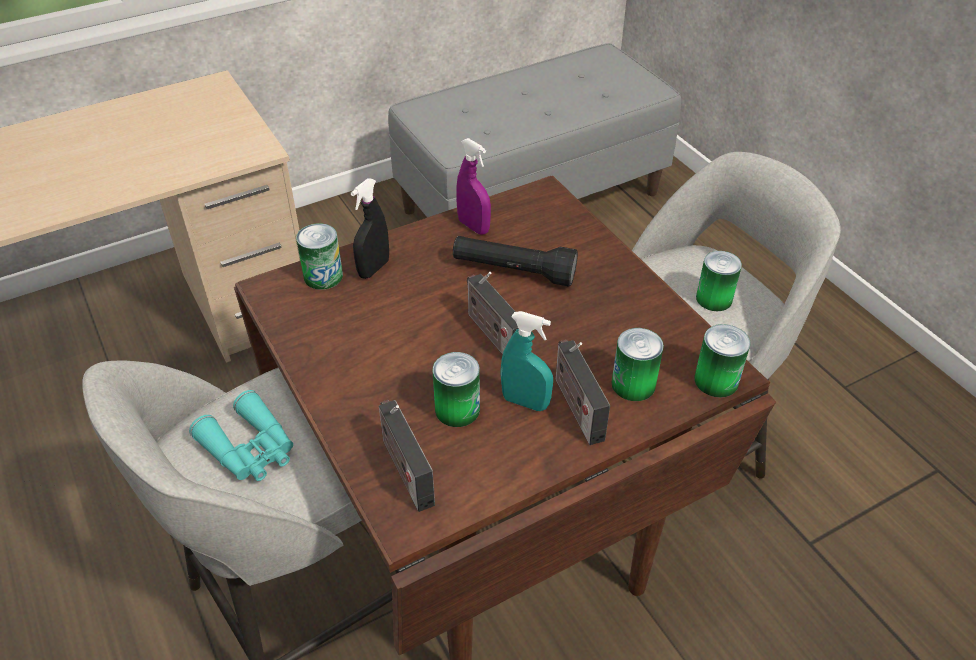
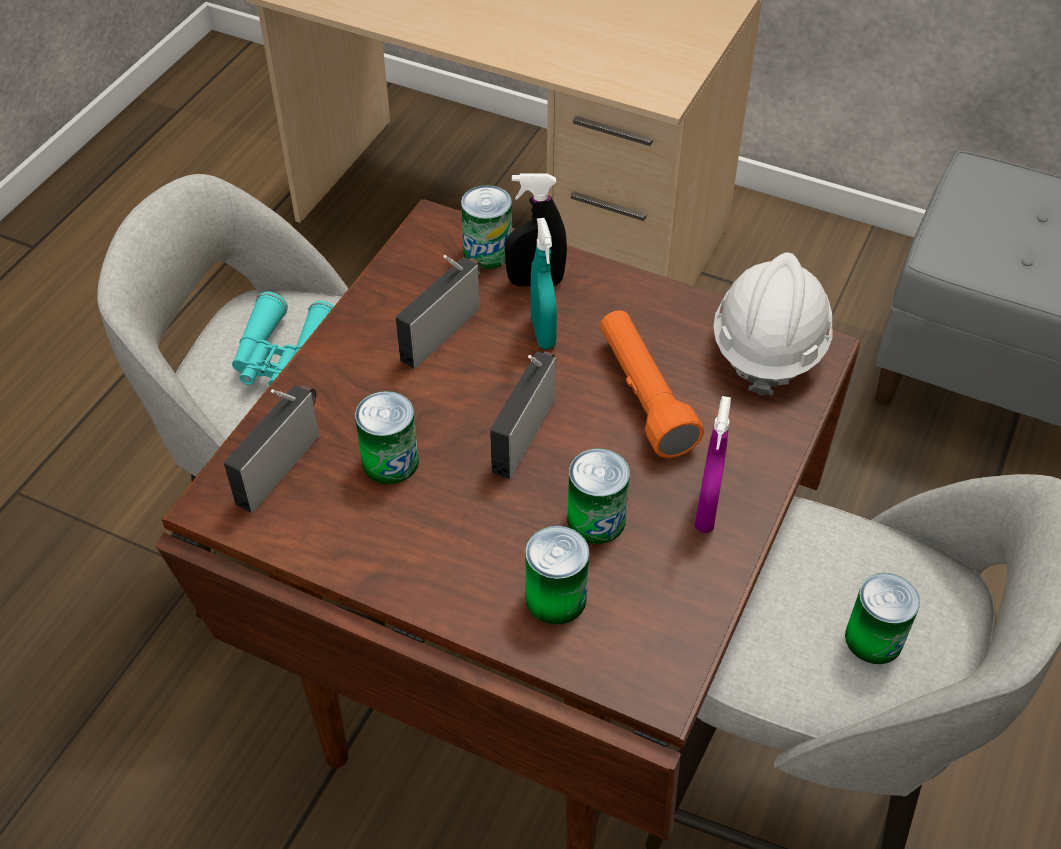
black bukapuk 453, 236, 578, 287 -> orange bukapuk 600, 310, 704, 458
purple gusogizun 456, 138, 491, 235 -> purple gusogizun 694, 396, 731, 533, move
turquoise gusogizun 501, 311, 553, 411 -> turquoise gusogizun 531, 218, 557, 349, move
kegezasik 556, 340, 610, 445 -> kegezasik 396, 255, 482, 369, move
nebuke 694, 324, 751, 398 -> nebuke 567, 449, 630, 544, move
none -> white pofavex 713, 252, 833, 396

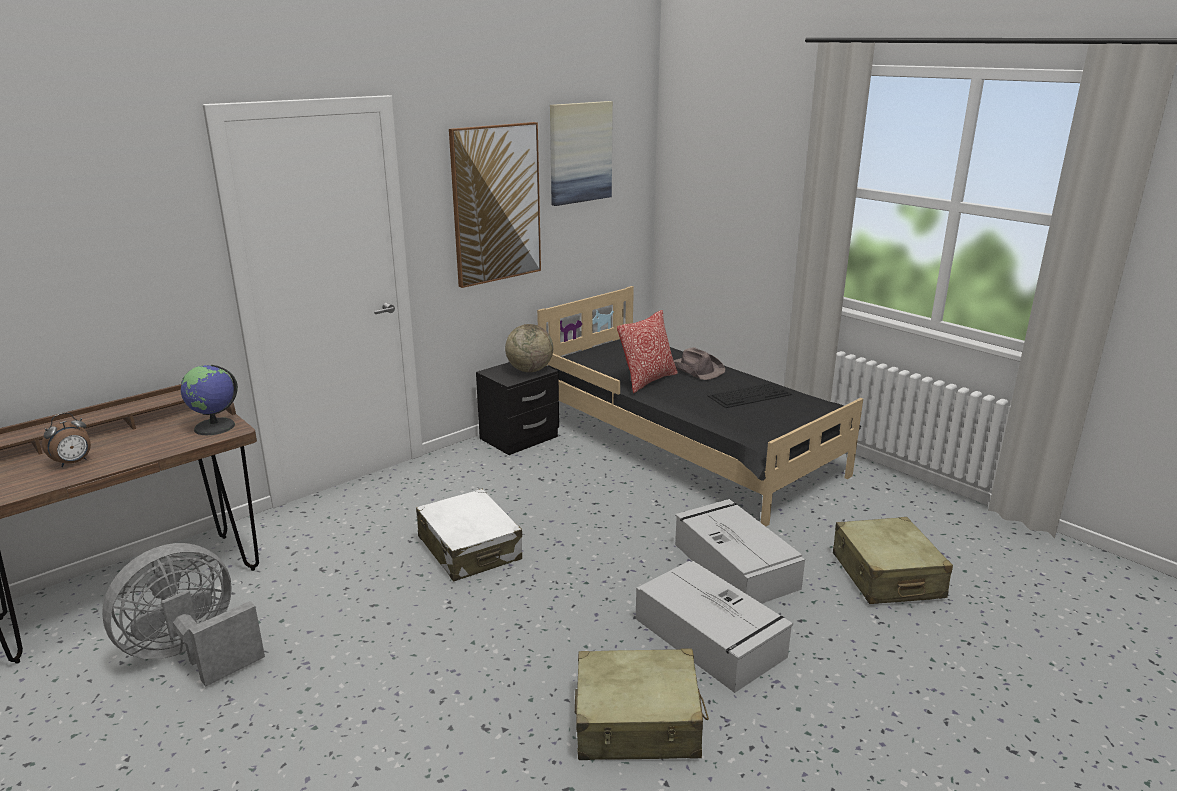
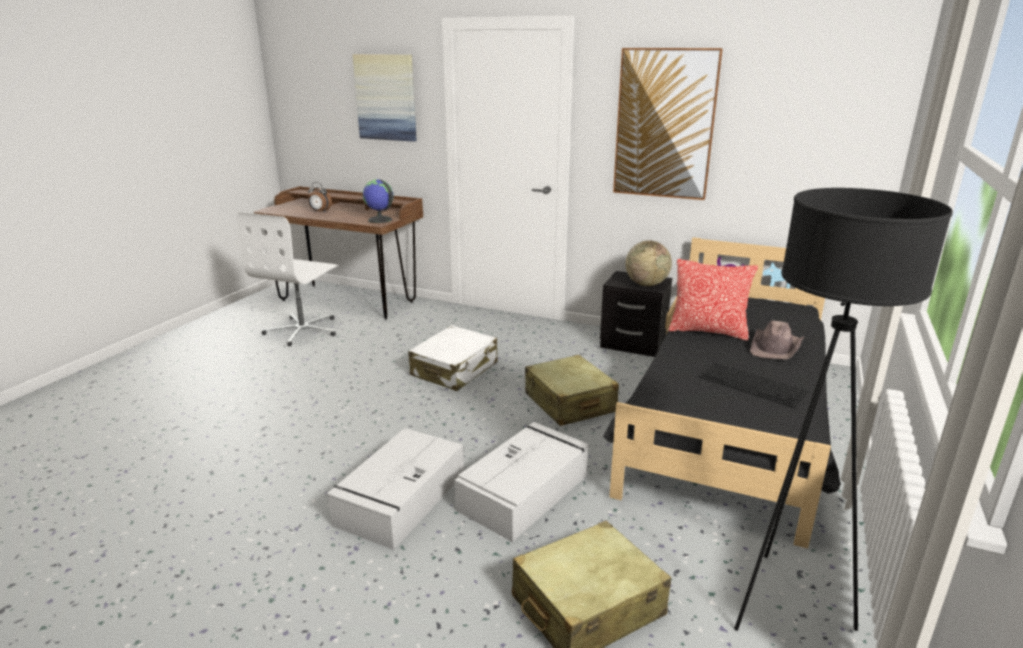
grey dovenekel 102, 543, 265, 687 -> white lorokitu 237, 212, 338, 346
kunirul 550, 101, 613, 206 -> kunirul 353, 54, 417, 142, move
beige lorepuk 575, 649, 709, 760 -> beige lorepuk 525, 355, 619, 426, move
none -> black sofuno 734, 188, 953, 631

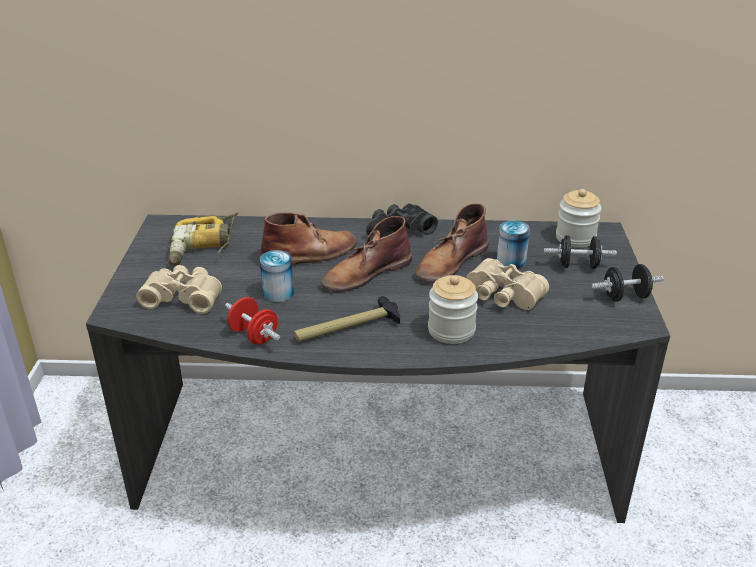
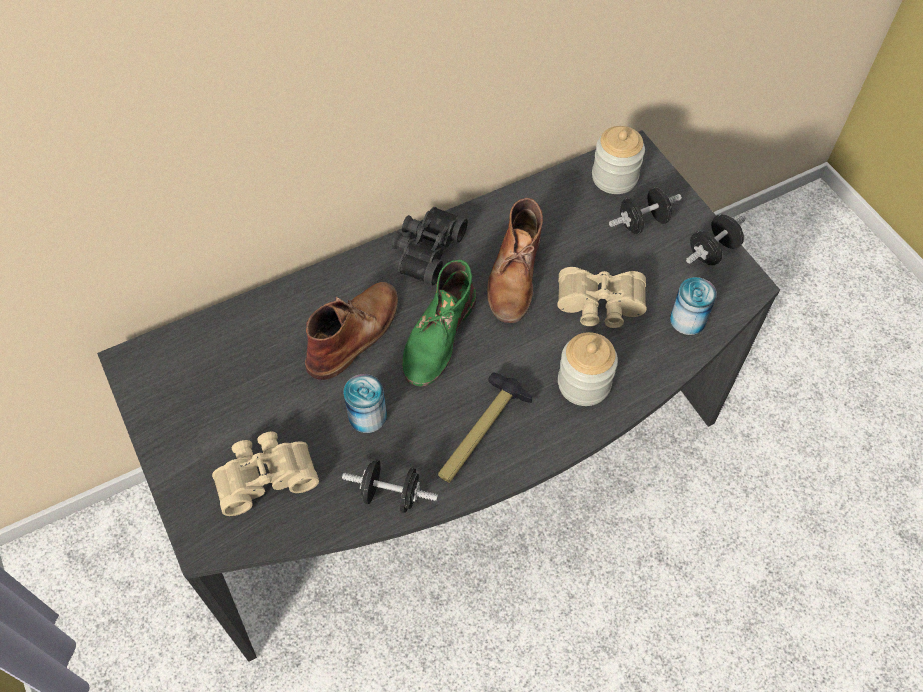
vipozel 168, 212, 238, 266 -> none
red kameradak 225, 297, 280, 345 -> black kameradak 342, 459, 438, 513
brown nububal 321, 216, 412, 292 -> green nububal 402, 260, 476, 387
nebuke 497, 221, 530, 269 -> nebuke 670, 277, 717, 335, move

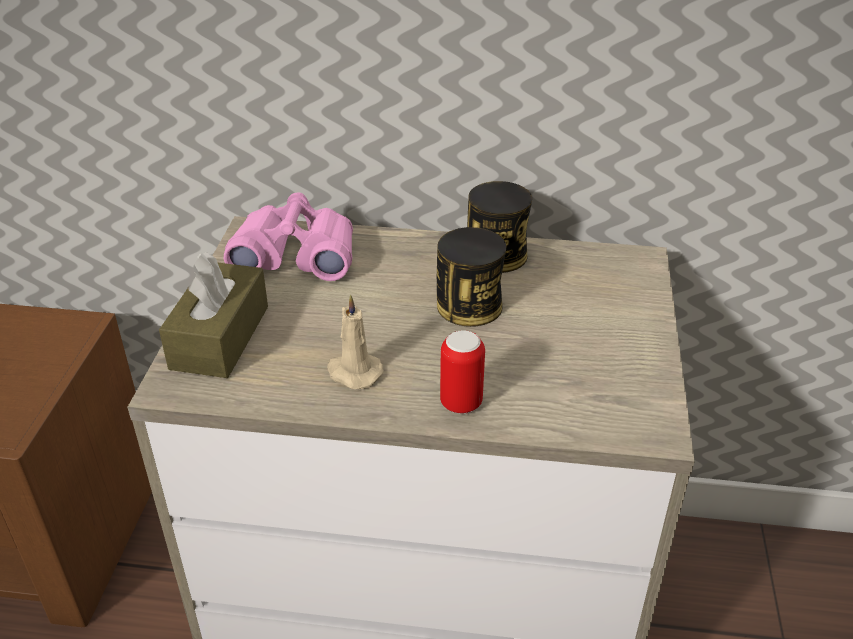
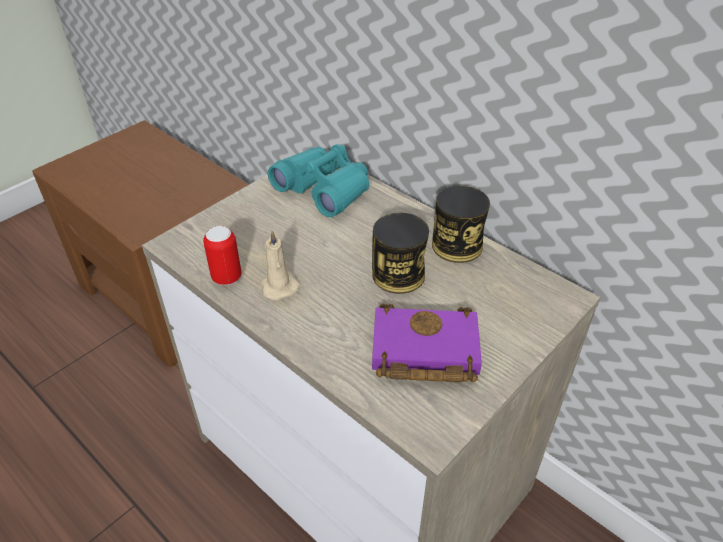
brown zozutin 159, 252, 268, 378 -> none
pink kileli 224, 192, 353, 281 -> turquoise kileli 268, 144, 369, 217
nebuke 440, 330, 485, 414 -> nebuke 203, 226, 241, 285, move
none -> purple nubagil 372, 303, 482, 383

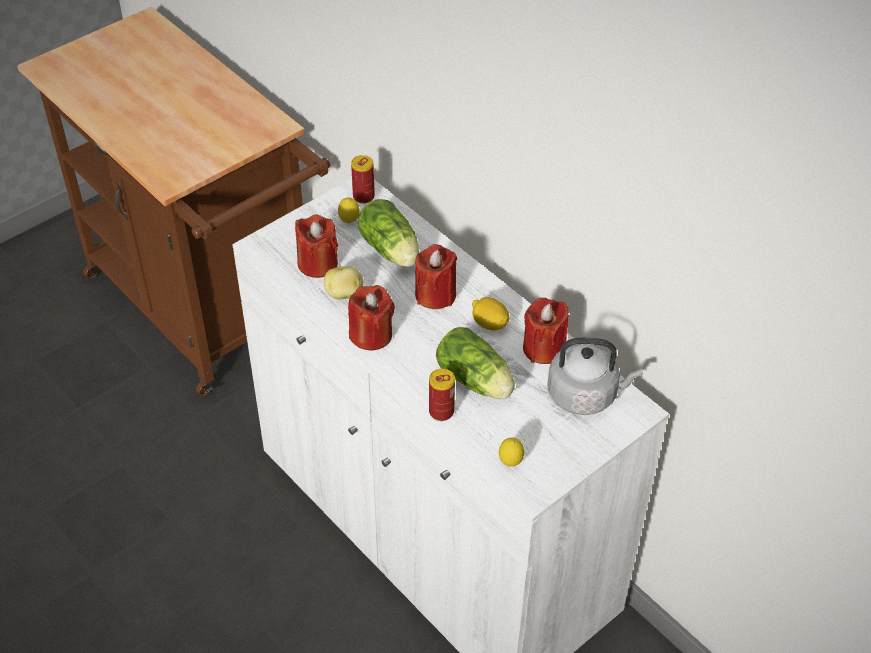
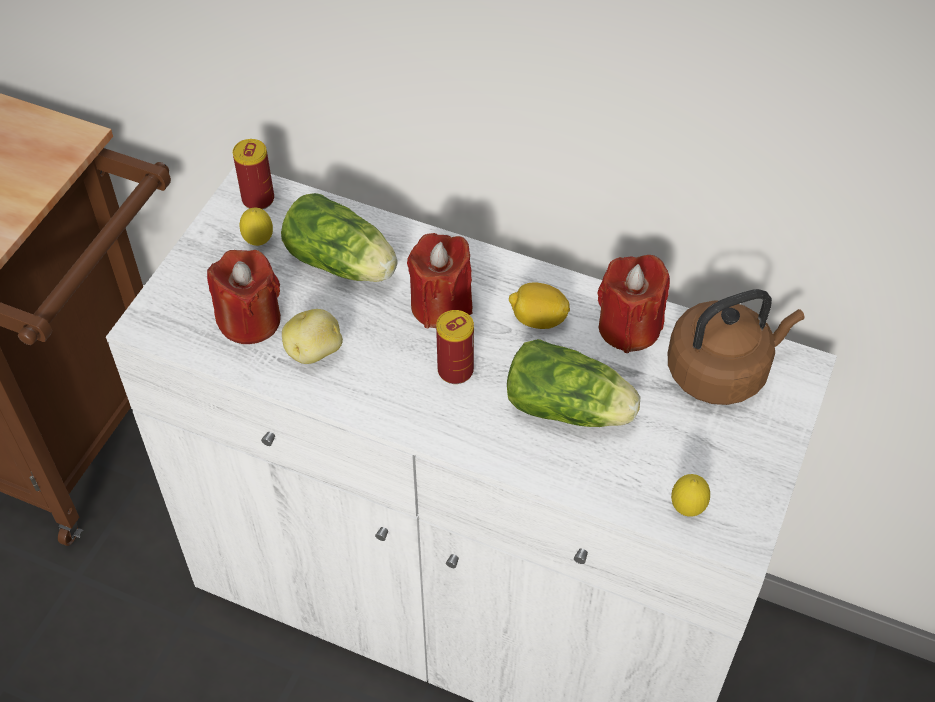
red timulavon 348, 285, 395, 351 -> none
nebuke 429, 369, 455, 421 -> nebuke 436, 310, 474, 384, move
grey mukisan 547, 338, 643, 415 -> brown mukisan 668, 289, 804, 405

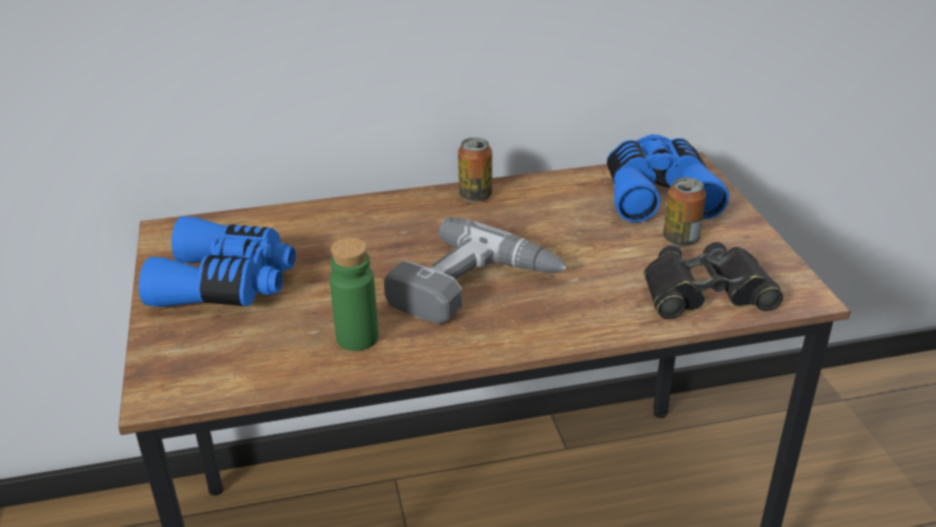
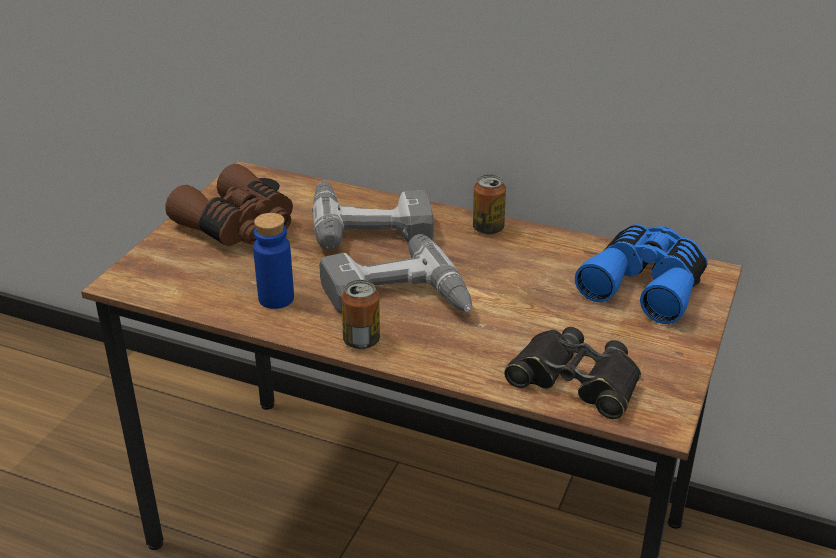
blue kileli 138, 216, 296, 307 -> brown kileli 165, 164, 293, 246
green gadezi 330, 238, 378, 351 -> blue gadezi 253, 213, 294, 309
nebuke 663, 177, 706, 246 -> nebuke 341, 280, 380, 349, move
none -> vipozel 312, 181, 434, 250

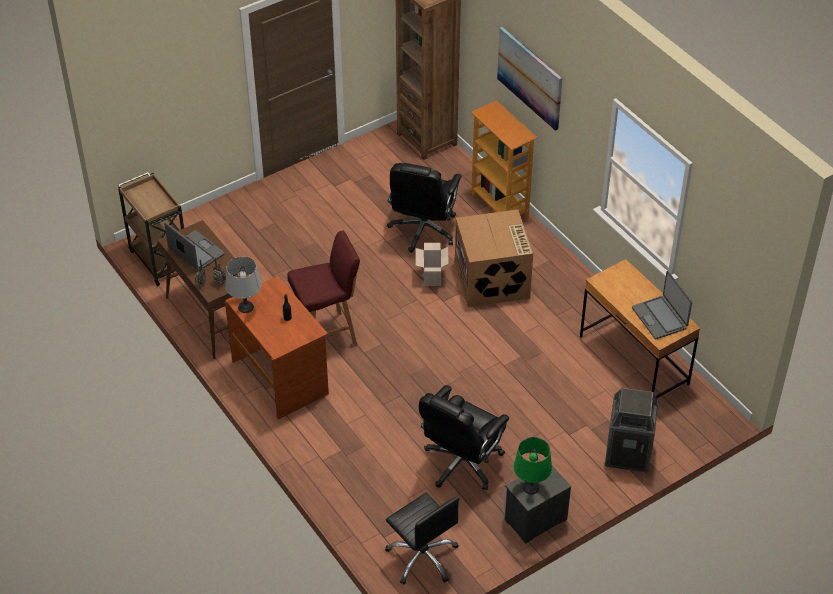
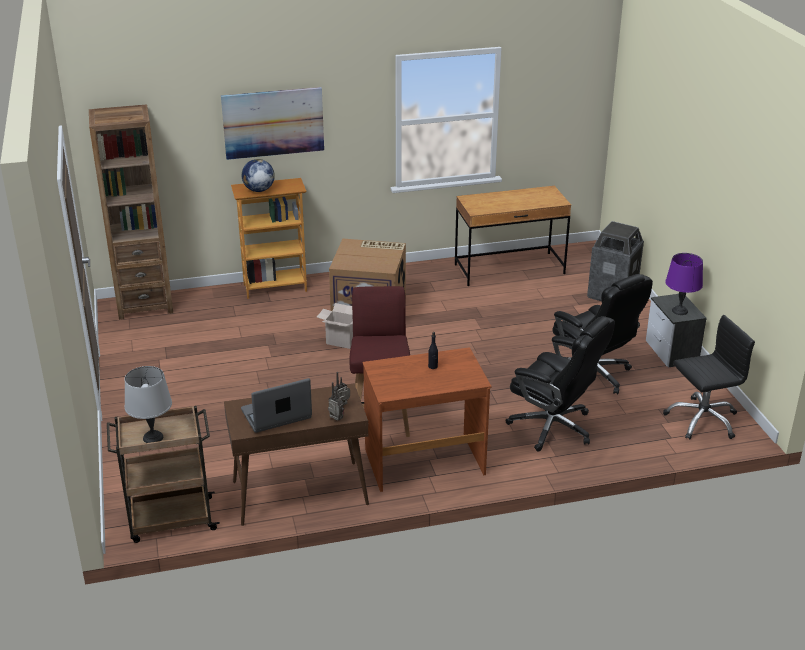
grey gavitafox 225, 257, 262, 313 -> grey gavitafox 124, 366, 172, 443, move
black lorokitu 387, 163, 462, 253 -> black lorokitu 505, 316, 615, 452, move
green gavitafox 513, 437, 552, 494 -> purple gavitafox 665, 253, 703, 315
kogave 632, 271, 692, 339 -> none
none -> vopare 242, 159, 275, 192

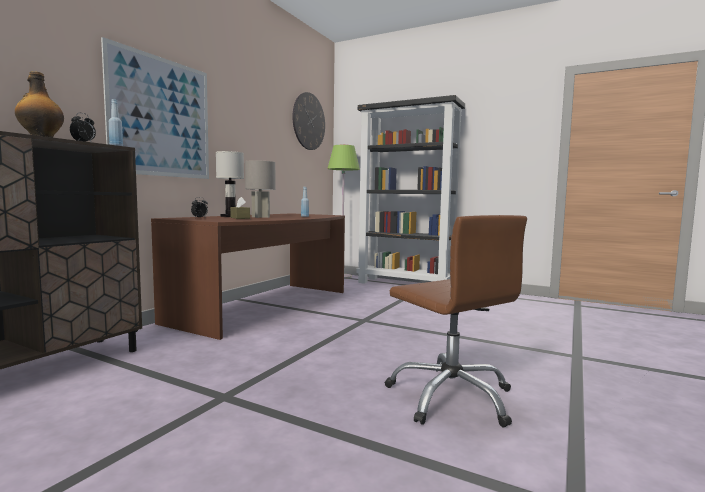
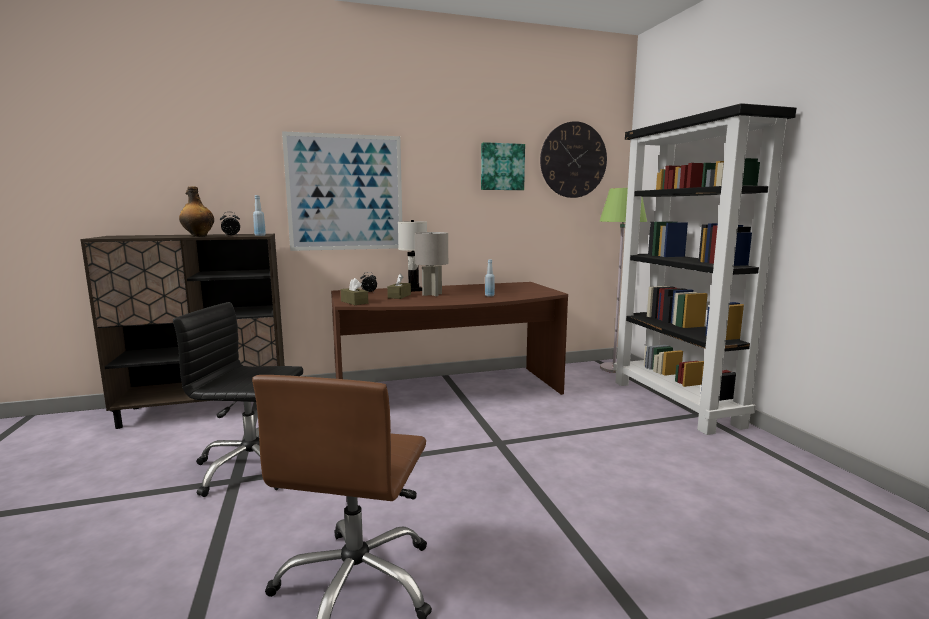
none -> black lorokitu 173, 302, 303, 497
none -> brown zozutin 341, 278, 368, 305
none -> kunirul 481, 142, 525, 190

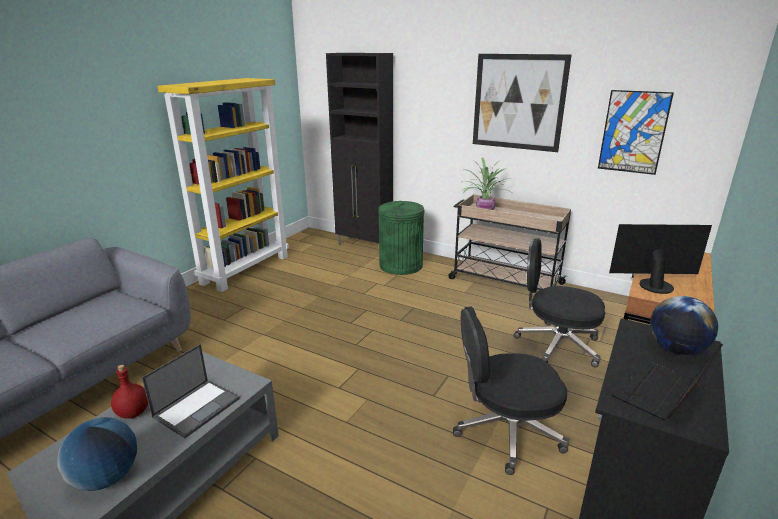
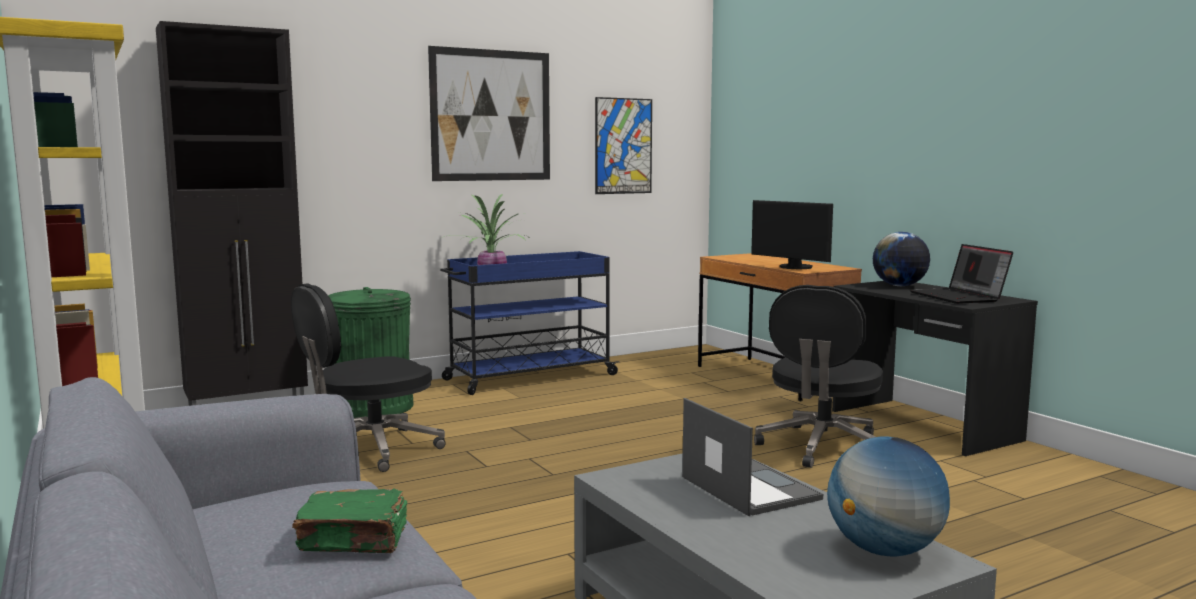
red gadezi 111, 365, 148, 419 -> none
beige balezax 448, 194, 571, 290 -> blue balezax 440, 251, 620, 395
black lorokitu 514, 238, 605, 367 -> black lorokitu 291, 283, 446, 472, move
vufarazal 609, 224, 712, 294 -> vufarazal 751, 200, 833, 269, 75 degrees counterclockwise
none -> green nubagil 292, 488, 407, 553

